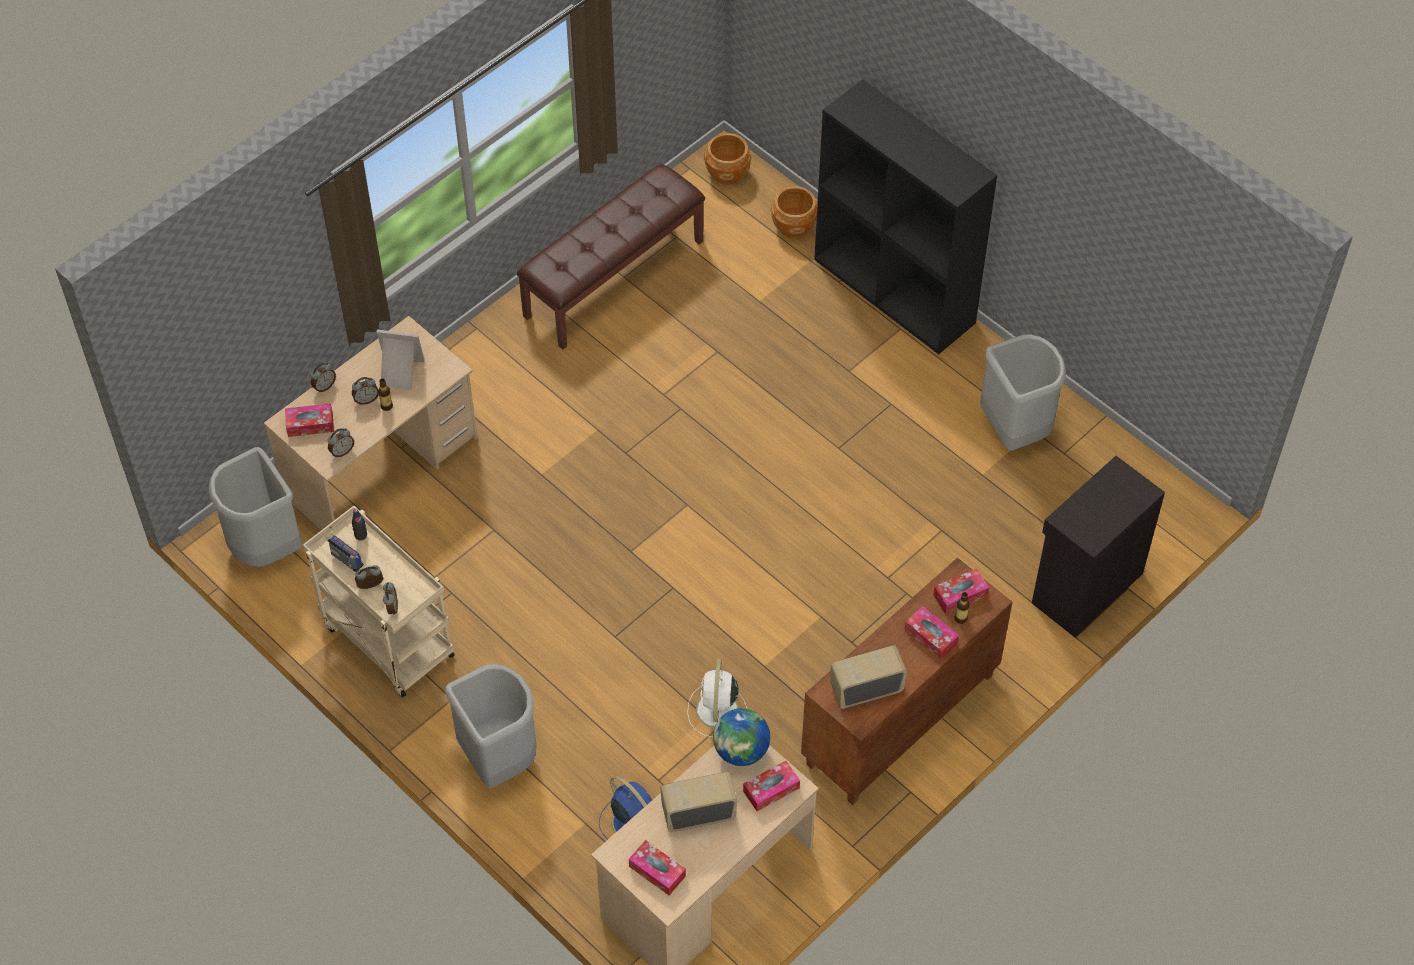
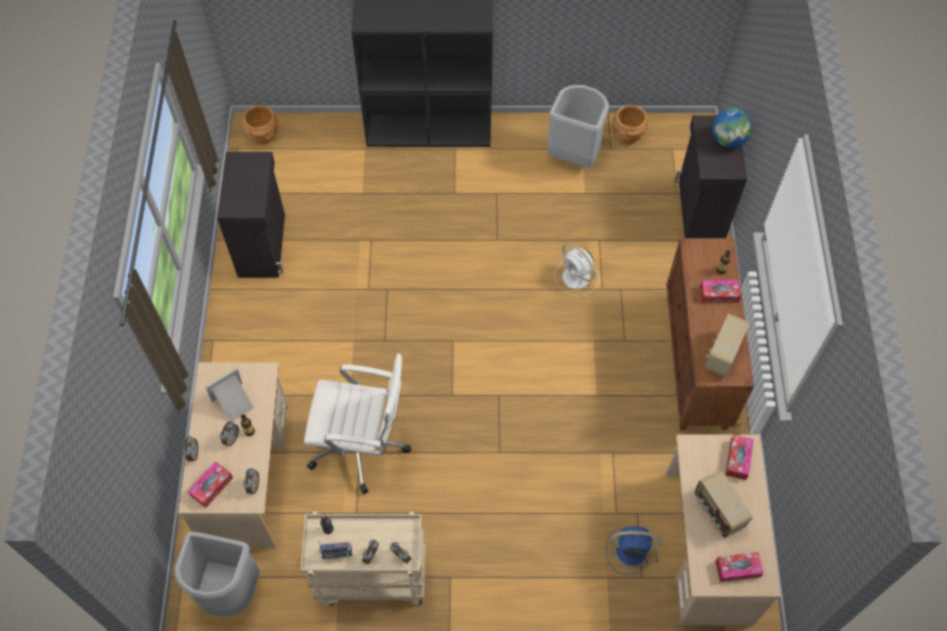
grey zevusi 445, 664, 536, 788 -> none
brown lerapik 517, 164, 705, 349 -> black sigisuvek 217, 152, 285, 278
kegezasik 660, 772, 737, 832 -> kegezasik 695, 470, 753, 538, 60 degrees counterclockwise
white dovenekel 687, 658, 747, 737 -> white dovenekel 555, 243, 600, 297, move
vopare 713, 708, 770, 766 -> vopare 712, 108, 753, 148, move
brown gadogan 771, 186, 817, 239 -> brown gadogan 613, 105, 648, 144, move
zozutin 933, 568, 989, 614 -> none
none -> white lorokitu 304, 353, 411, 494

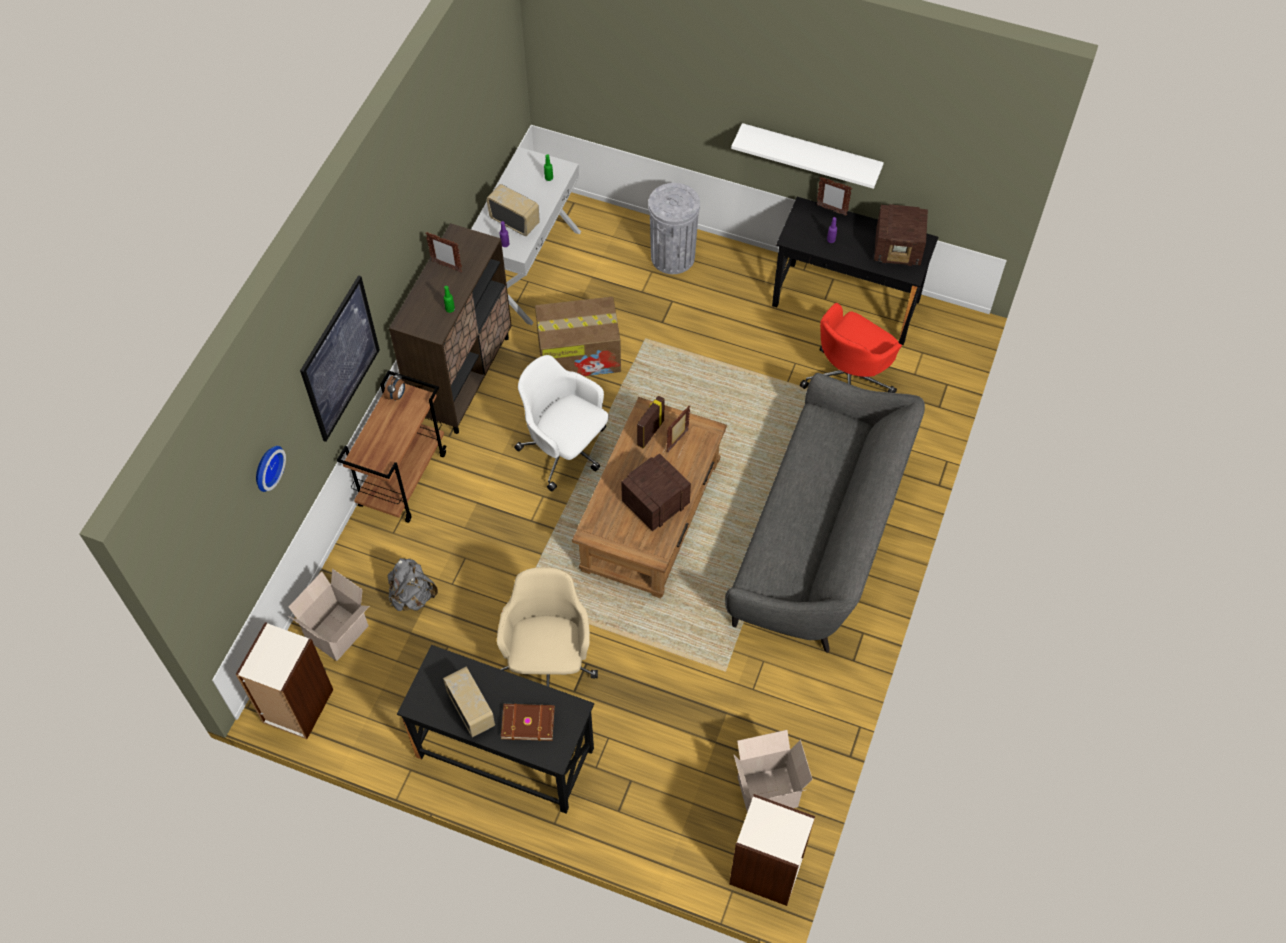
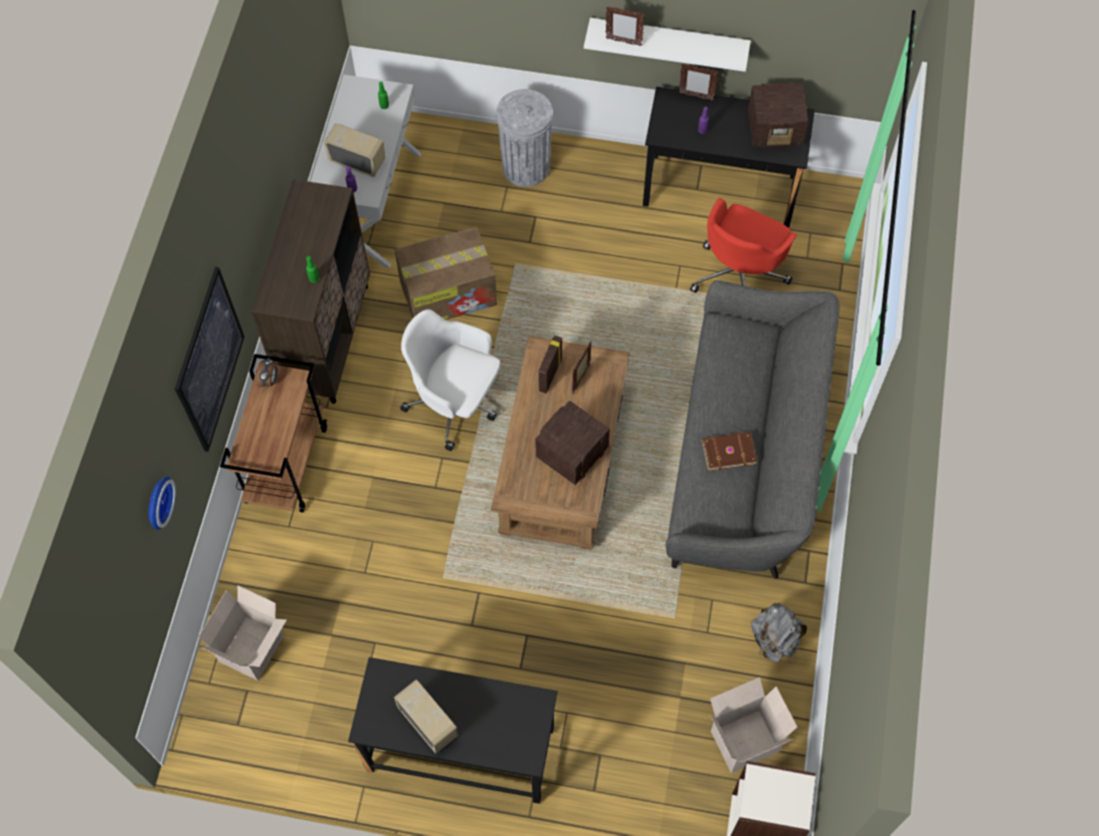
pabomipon 236, 622, 333, 740 -> none
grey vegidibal 388, 558, 438, 611 -> grey vegidibal 751, 603, 807, 662, move
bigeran 425, 232, 463, 273 -> bigeran 606, 6, 645, 46, move
beige lorokitu 497, 567, 598, 687 -> none
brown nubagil 501, 704, 555, 741 -> brown nubagil 702, 432, 758, 471, move

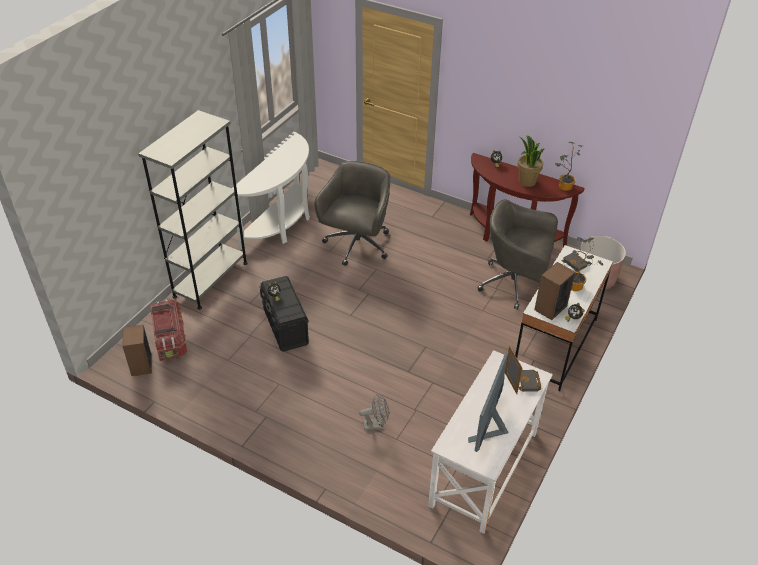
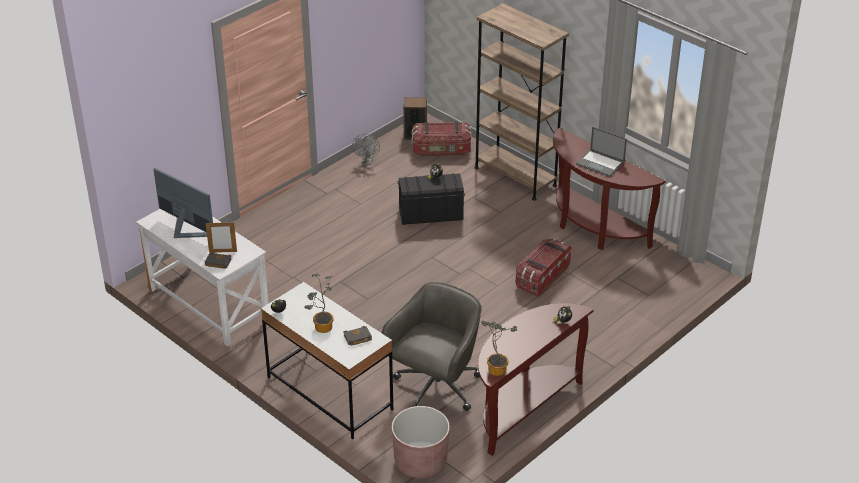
grey pabomipon 138, 110, 248, 310 -> brown pabomipon 475, 3, 569, 201
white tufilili 231, 133, 310, 250 -> brown tufilili 553, 128, 666, 250
grey lorokitu 314, 161, 390, 266 -> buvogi 516, 239, 571, 297
grey dovenekel 359, 393, 389, 430 -> grey dovenekel 352, 134, 380, 165, move
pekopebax 517, 136, 545, 187 -> none
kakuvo 534, 262, 575, 320 -> none
none -> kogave 576, 127, 627, 177

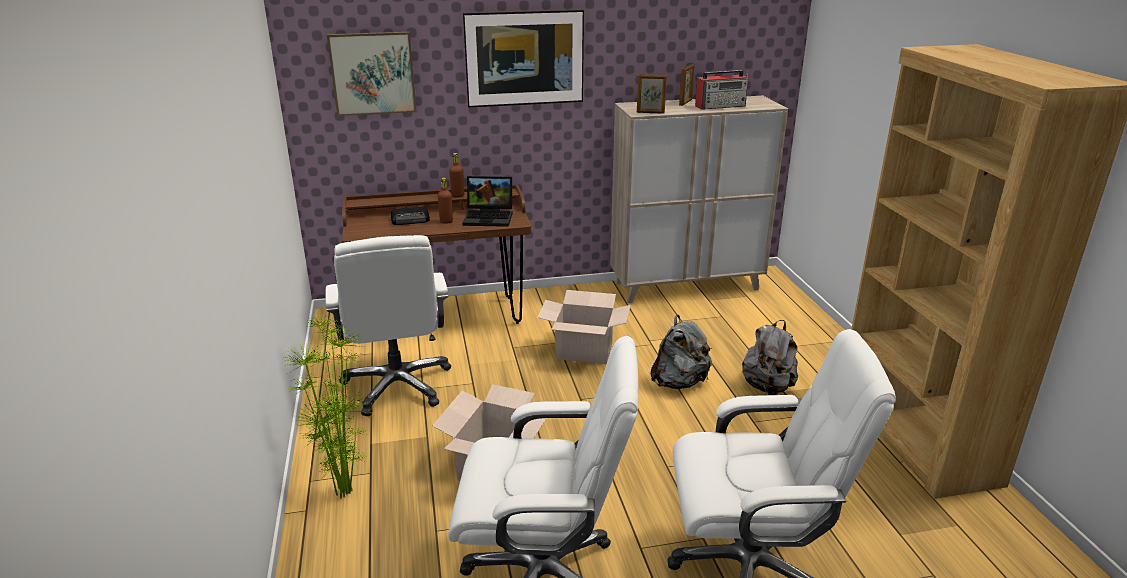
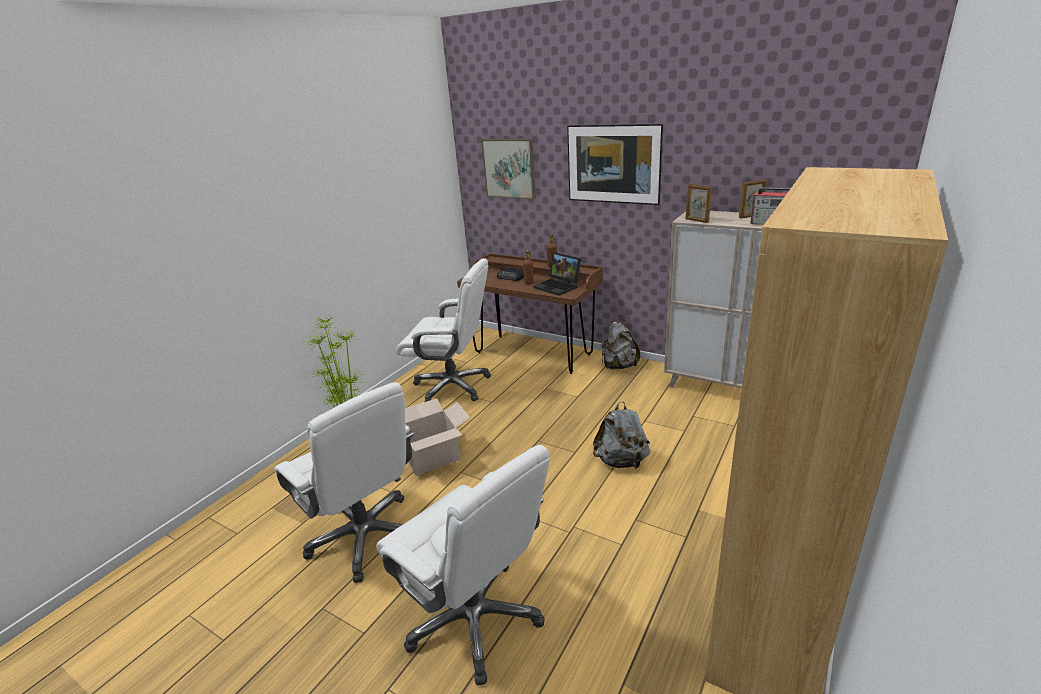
white lorokitu 326, 235, 451, 417 -> white lorokitu 396, 258, 491, 402, 105 degrees counterclockwise
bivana 537, 290, 631, 364 -> none
grey vegidibal 742, 320, 798, 395 -> grey vegidibal 601, 320, 640, 369, move

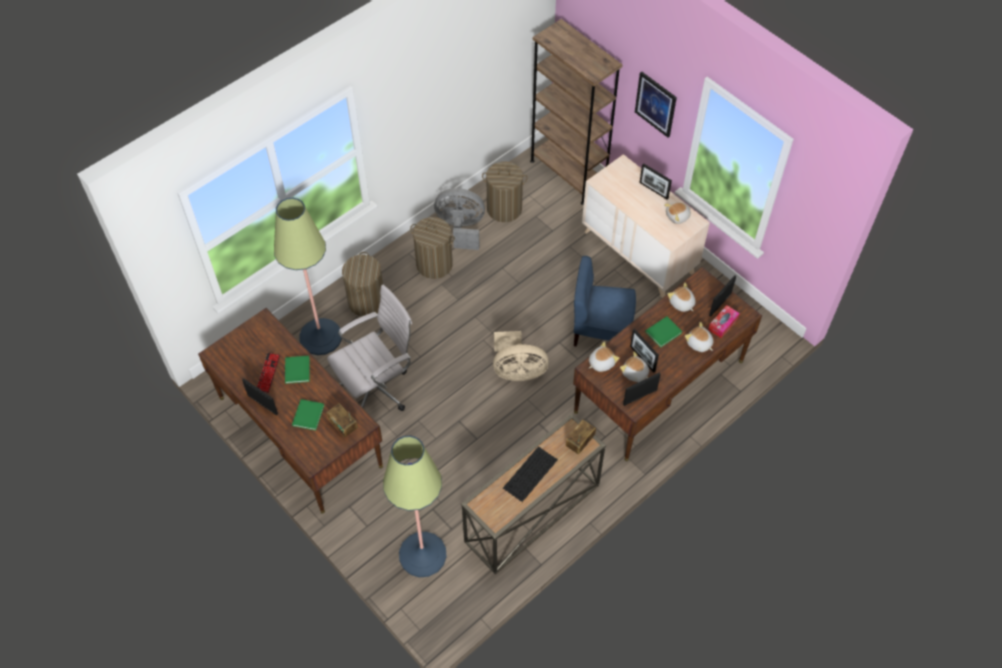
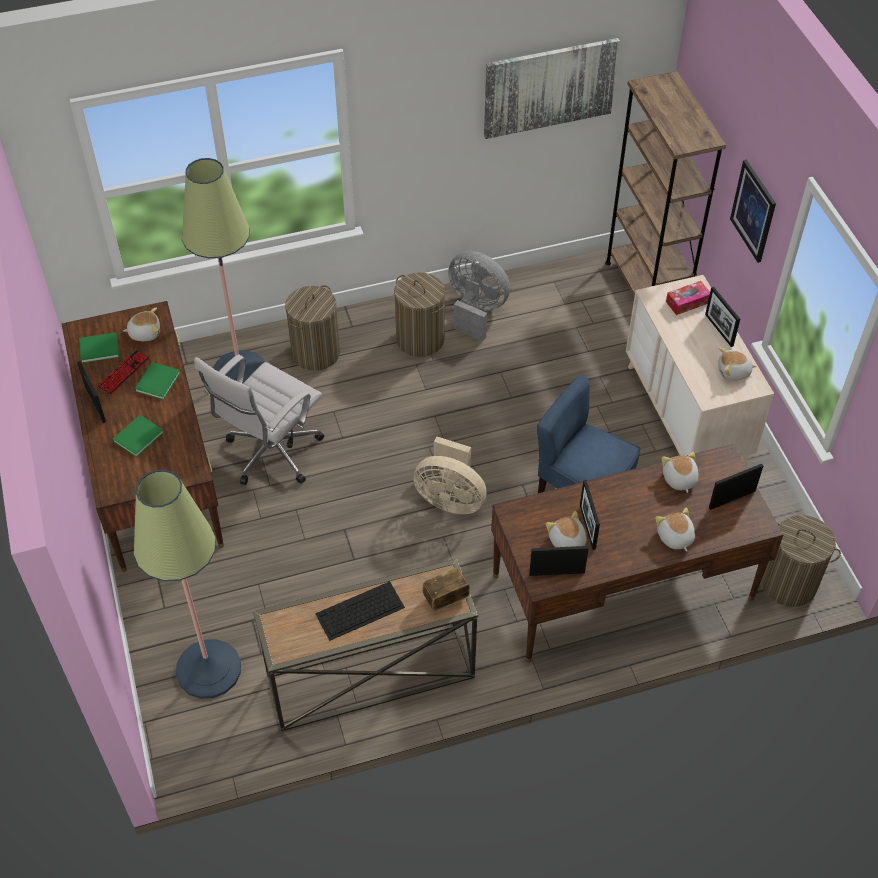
kegezasik 326, 403, 358, 437 -> none
white lorokitu 327, 284, 412, 411 -> white lorokitu 194, 354, 324, 485, 135 degrees clockwise
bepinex 482, 161, 528, 222 -> bepinex 762, 515, 841, 607, move
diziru 589, 342, 619, 372 -> diziru 123, 308, 160, 341, move
green nubagil 645, 316, 682, 348 -> green nubagil 79, 332, 119, 363, move
zozutin 708, 305, 740, 338 -> zozutin 666, 281, 710, 315, move
none -> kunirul 484, 38, 620, 139

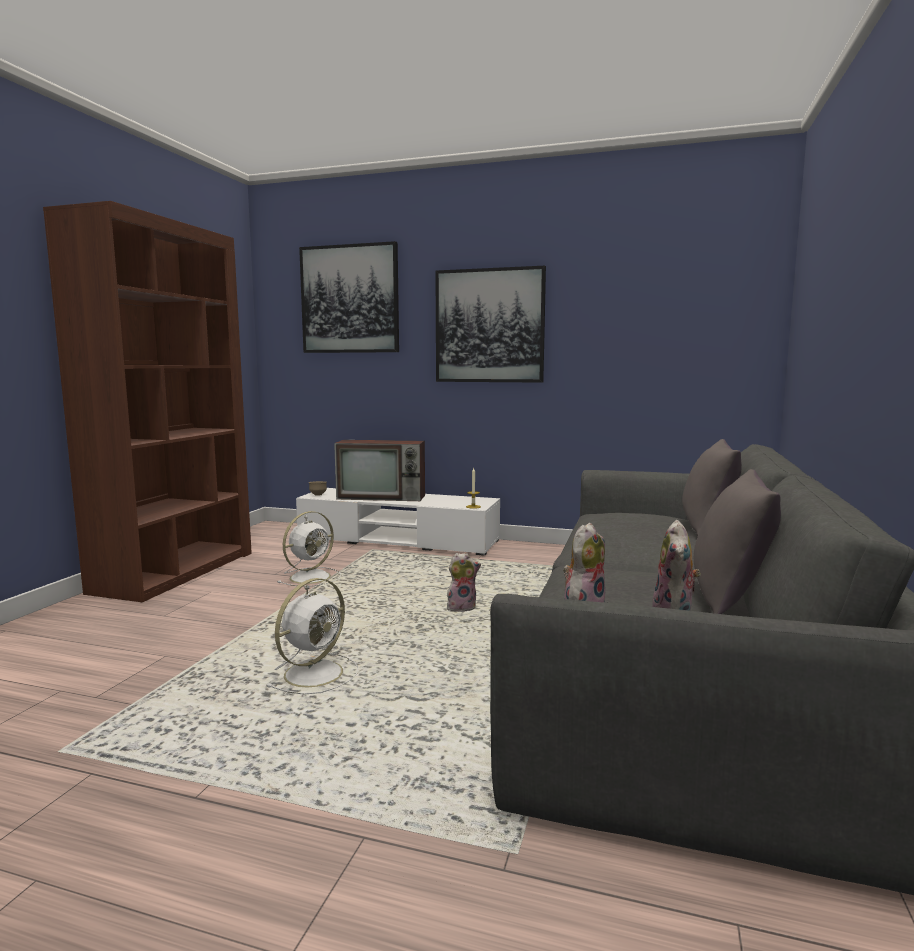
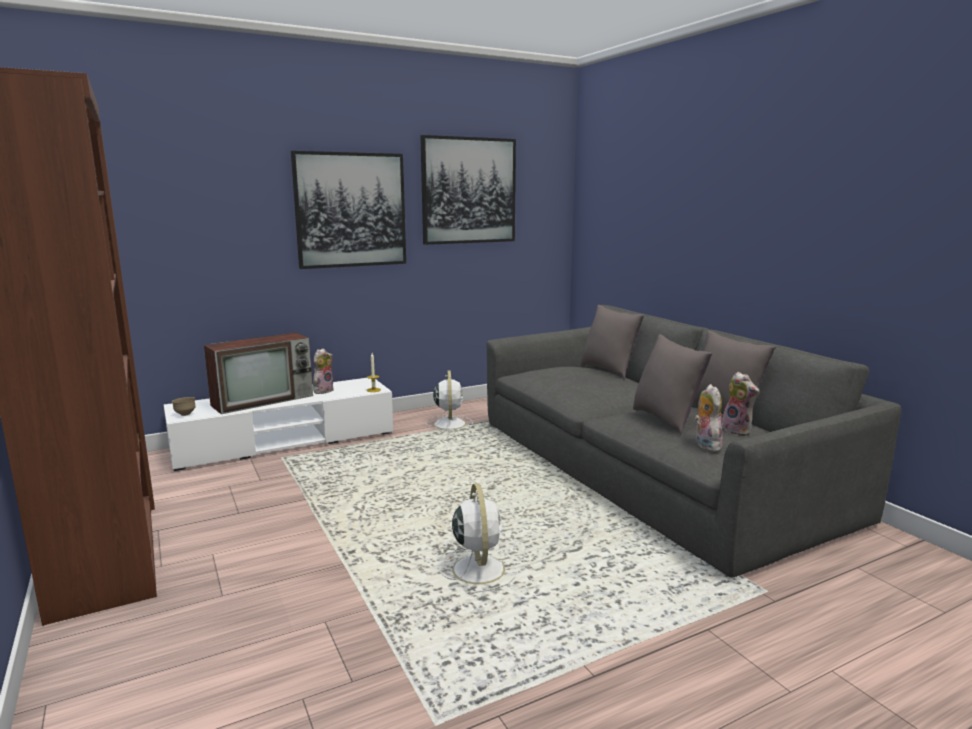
white dovenekel 277, 511, 341, 587 -> white dovenekel 426, 370, 473, 433, move
kunirul 299, 241, 399, 353 -> kunirul 421, 135, 516, 245, move
diziru 447, 553, 481, 612 -> diziru 313, 348, 334, 394, move
none -> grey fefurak 633, 334, 712, 434

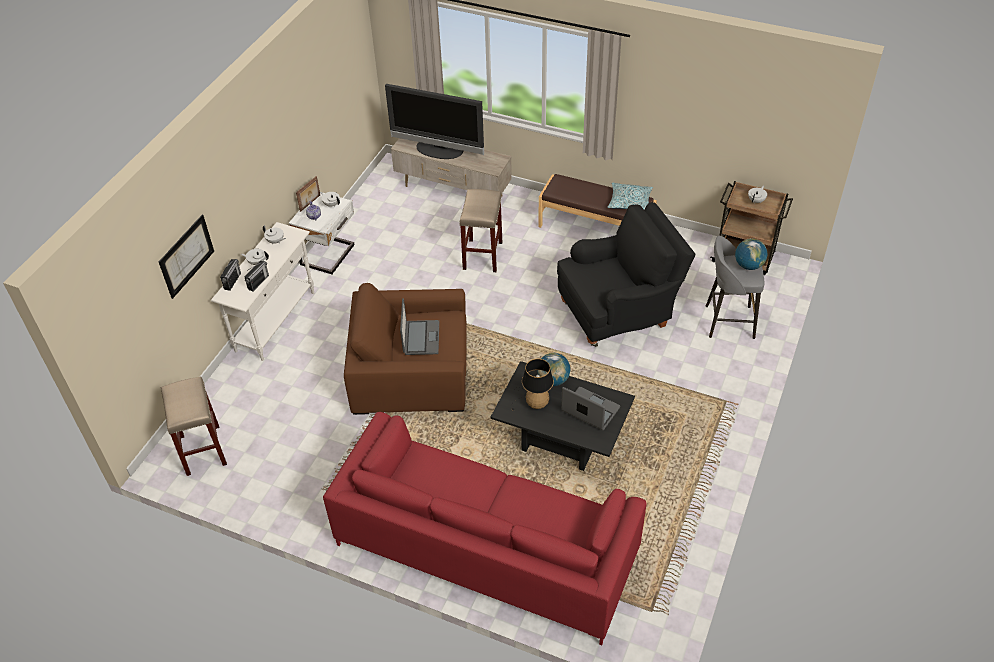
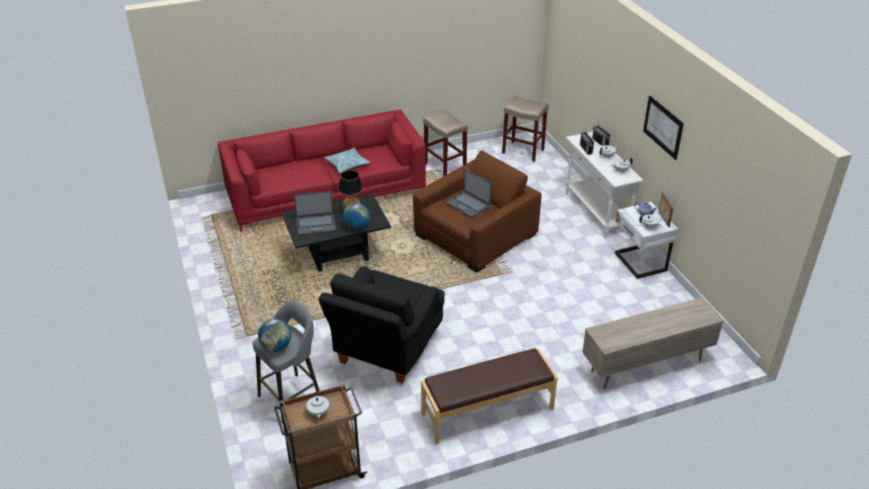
kunirul 159, 215, 214, 299 -> kunirul 643, 96, 684, 160, move
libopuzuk 385, 84, 484, 159 -> none
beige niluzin 459, 189, 502, 272 -> beige niluzin 423, 110, 468, 176, move
fefurak 607, 183, 653, 209 -> fefurak 324, 148, 371, 173, move

